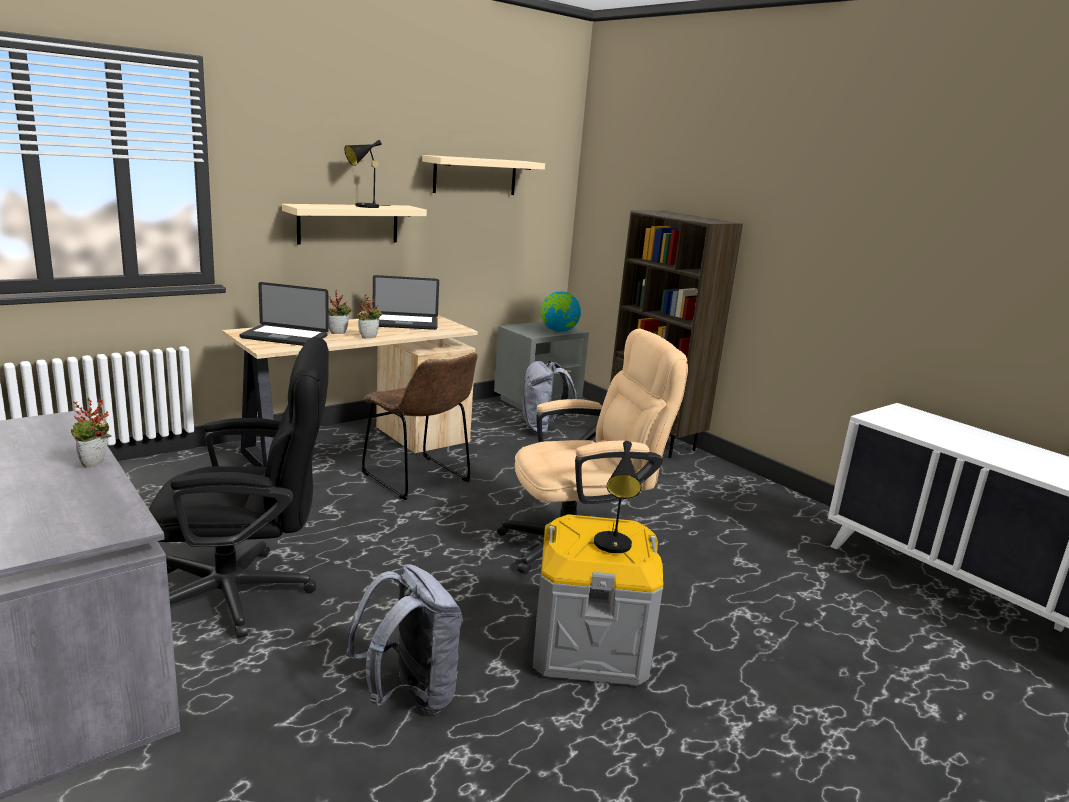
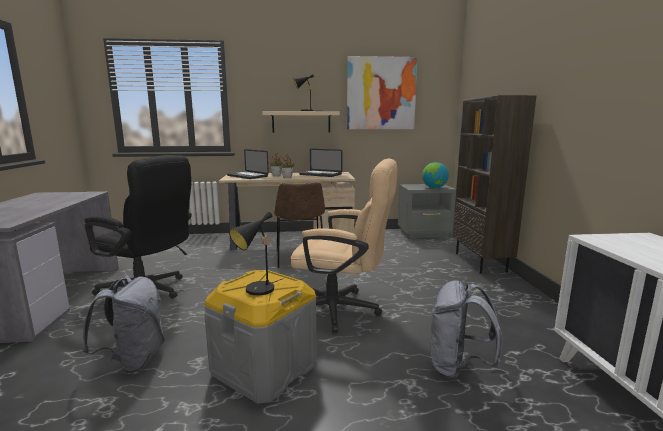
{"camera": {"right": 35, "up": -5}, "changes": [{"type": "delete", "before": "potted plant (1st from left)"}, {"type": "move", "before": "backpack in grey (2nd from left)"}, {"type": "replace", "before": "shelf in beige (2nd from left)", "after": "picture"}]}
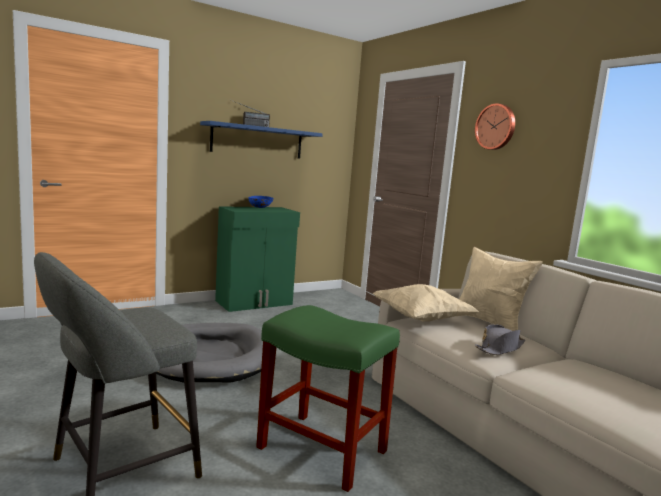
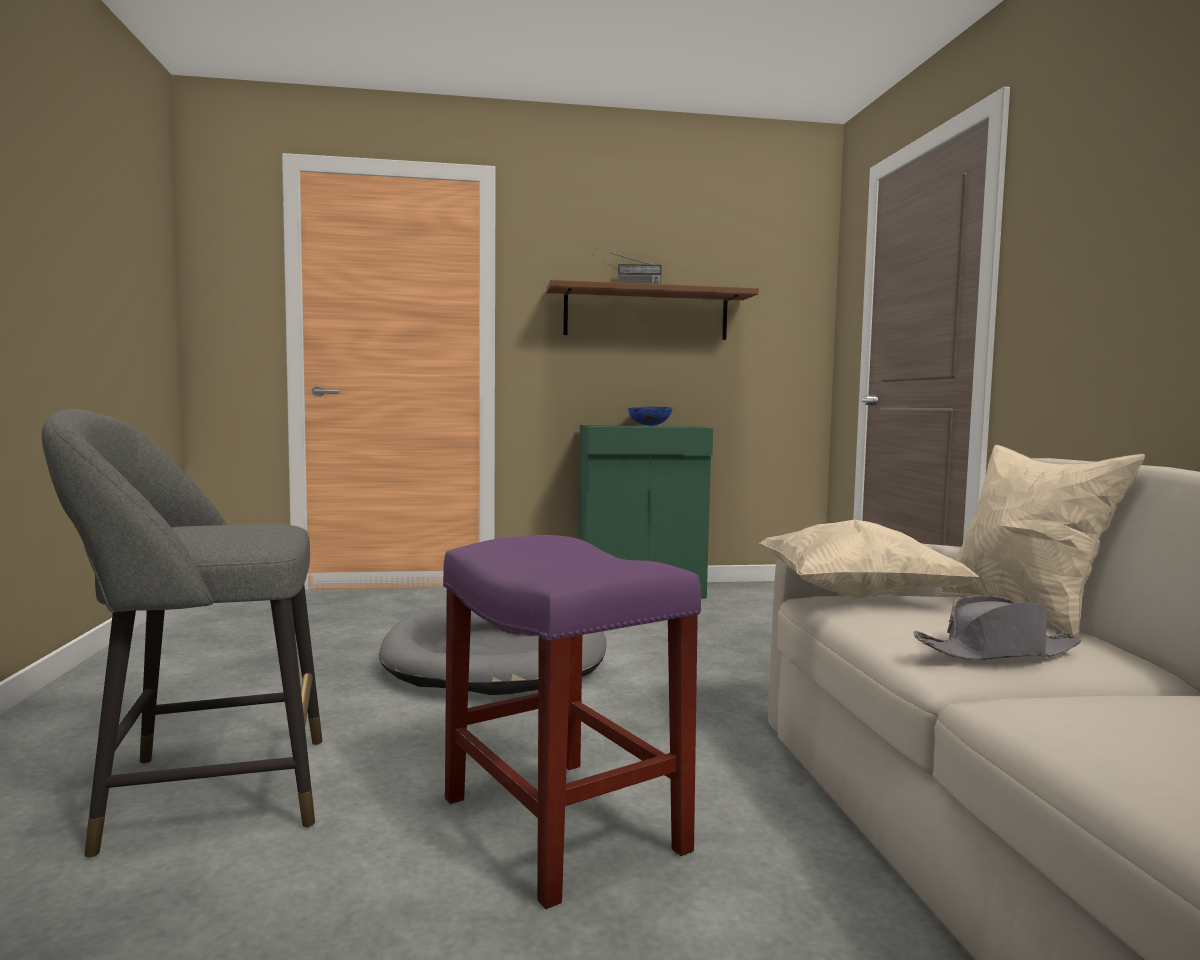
{"camera": {"right": 25, "up": -5}, "changes": [{"type": "delete", "before": "wall clock"}, {"type": "recolor", "before": "shelf in blue", "after": "shelf in brown"}, {"type": "recolor", "before": "stool in green", "after": "stool in purple"}]}
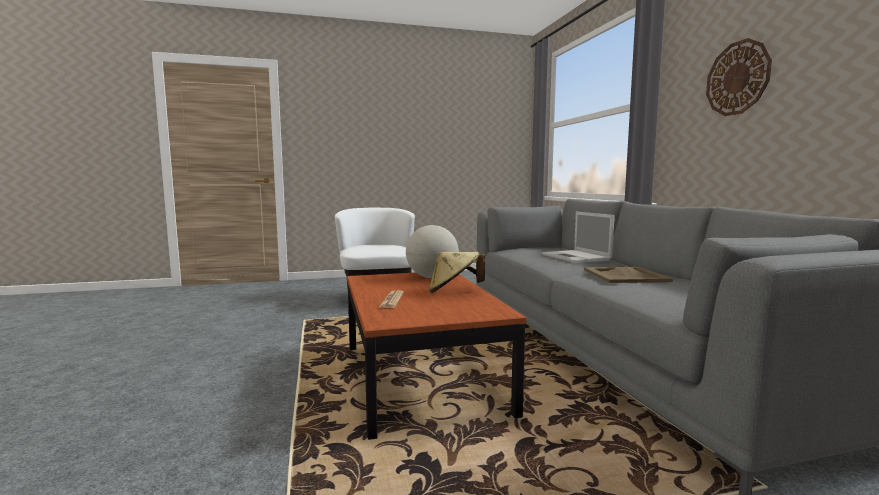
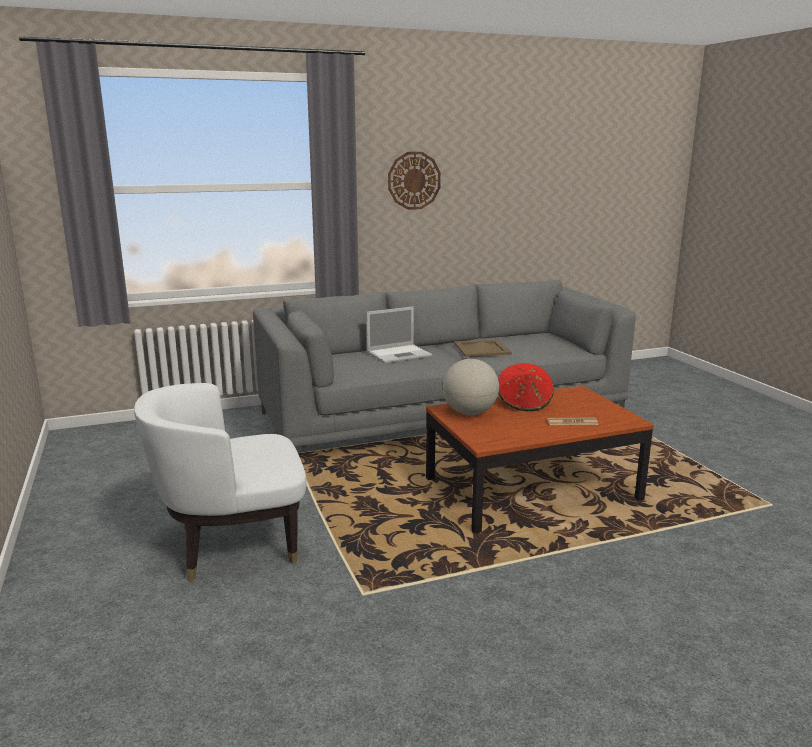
{"camera": {"right": -95, "up": 10}, "changes": [{"type": "recolor", "before": "hat in beige", "after": "hat in red"}]}
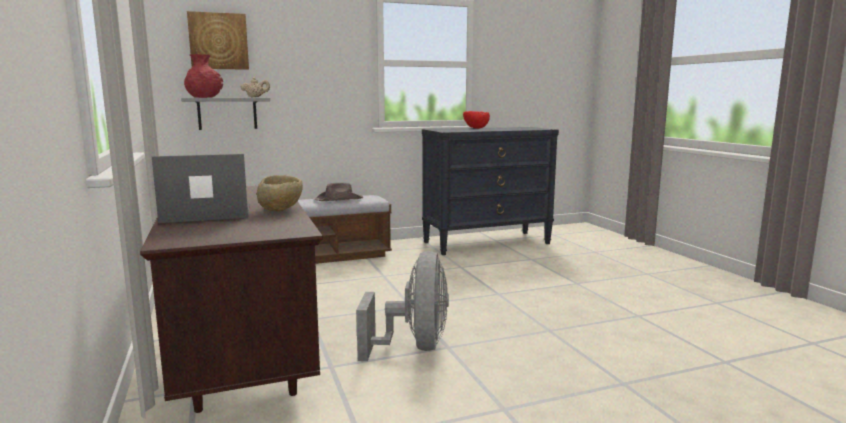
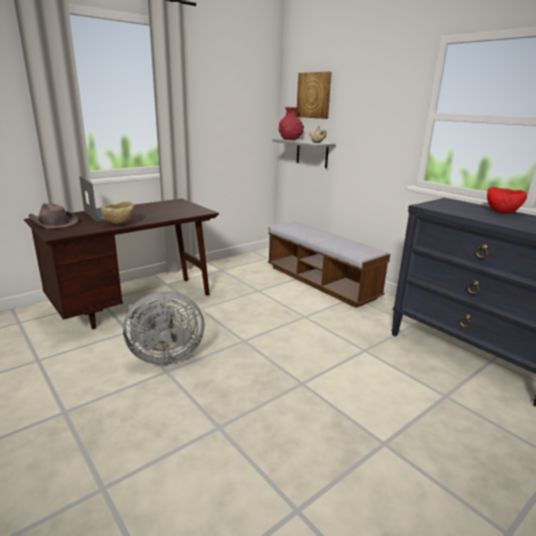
{"camera": {"right": 70, "up": 10}, "changes": [{"type": "move", "before": "hat in brown"}]}
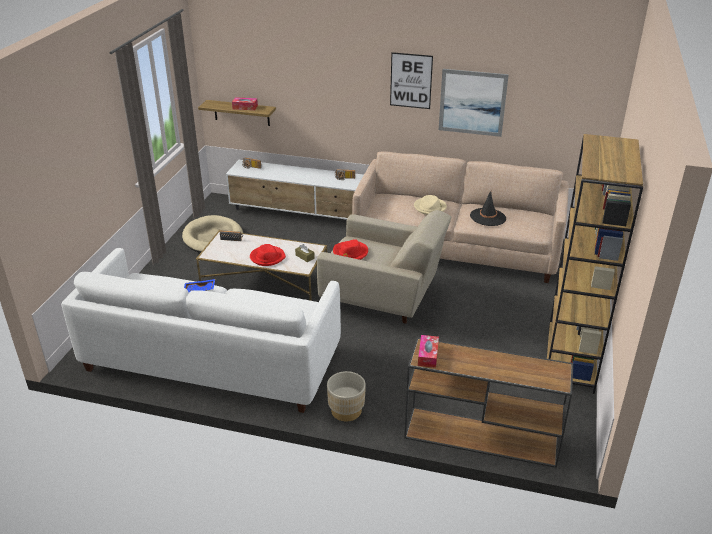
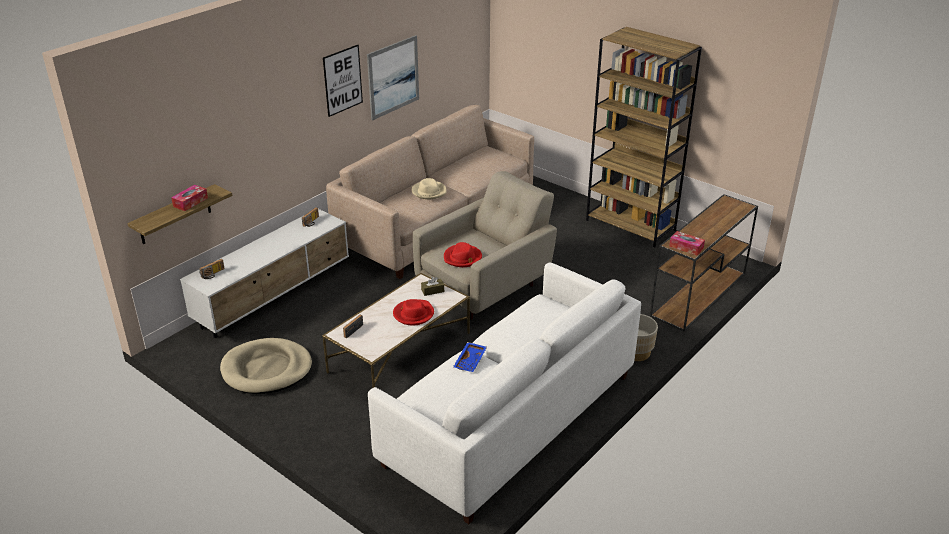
{"camera": {"right": -65, "up": 0}, "changes": [{"type": "delete", "before": "hat in black"}]}
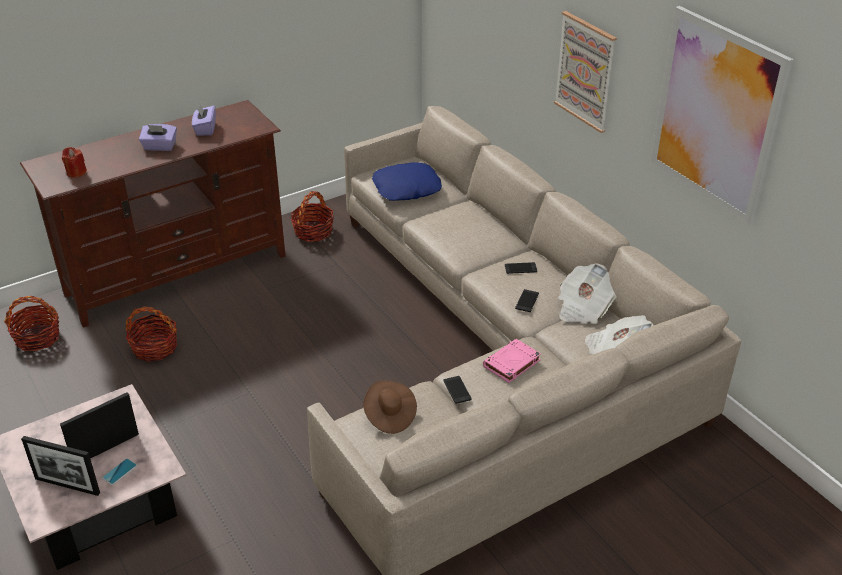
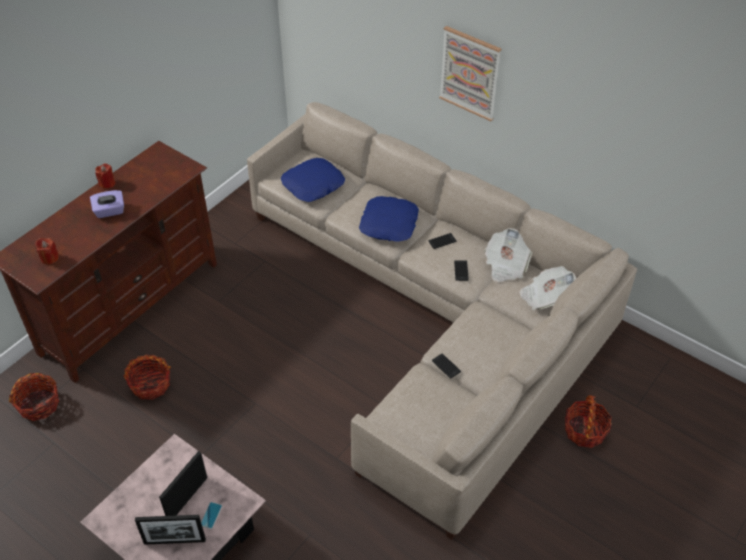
{"camera": {"right": -20, "up": 10}, "changes": [{"type": "delete", "before": "tissue box in purple (2nd from left)"}, {"type": "delete", "before": "hat in brown"}, {"type": "delete", "before": "book in pink"}, {"type": "delete", "before": "picture (2nd from left)"}, {"type": "insert", "after": "candle in red (2nd from left)"}, {"type": "insert", "after": "pillow in blue (2nd from left)"}, {"type": "move", "before": "basket (3rd from left)"}]}
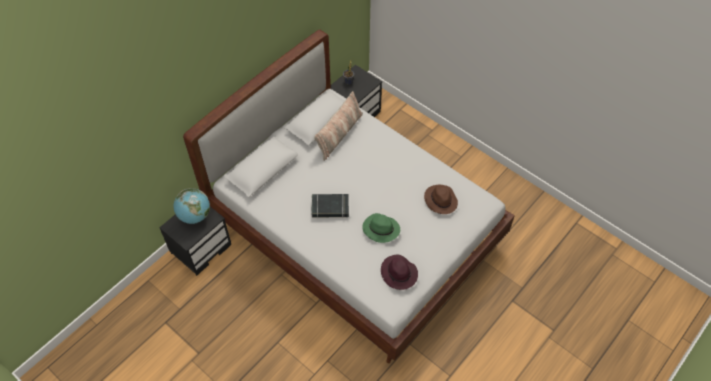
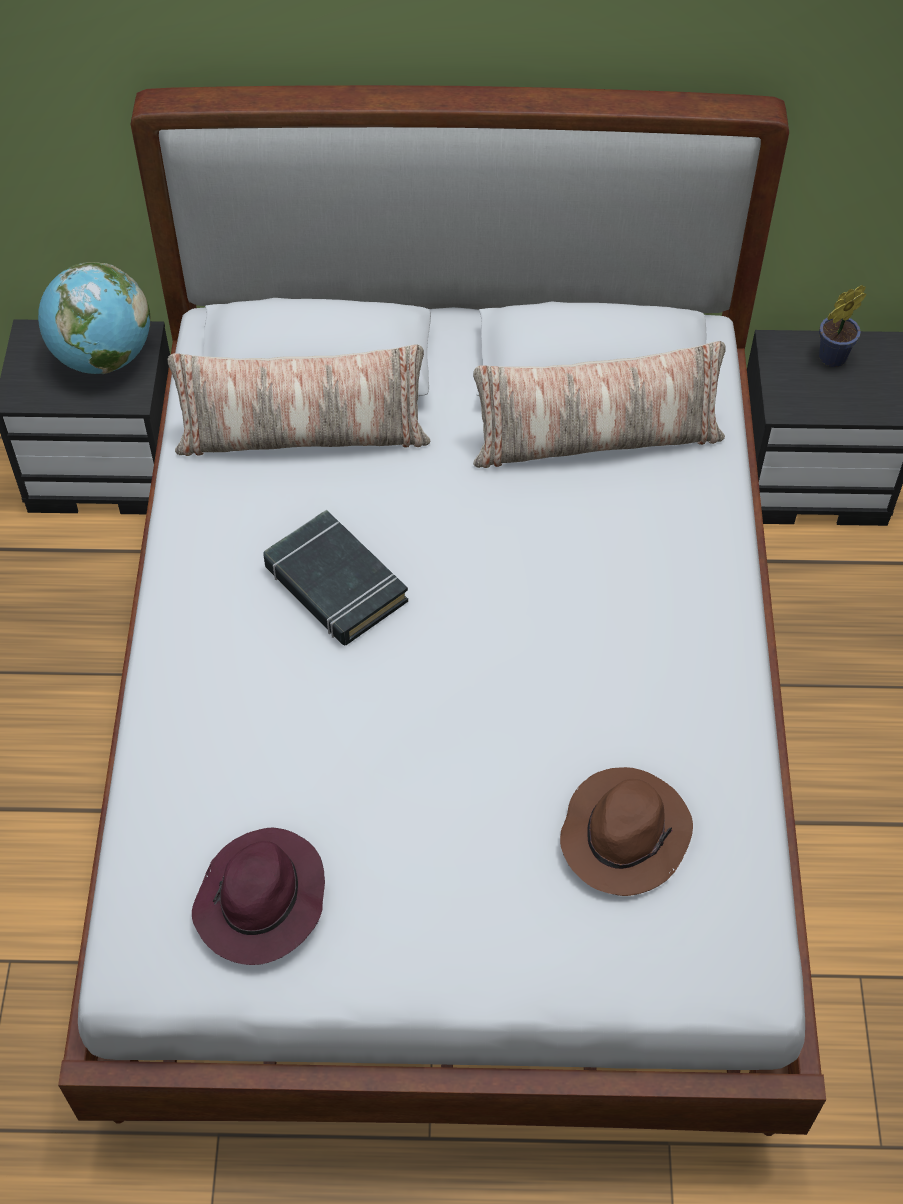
{"camera": {"right": 50, "up": 0}, "changes": [{"type": "delete", "before": "hat in green"}, {"type": "insert", "after": "pillow (1st from left)"}]}
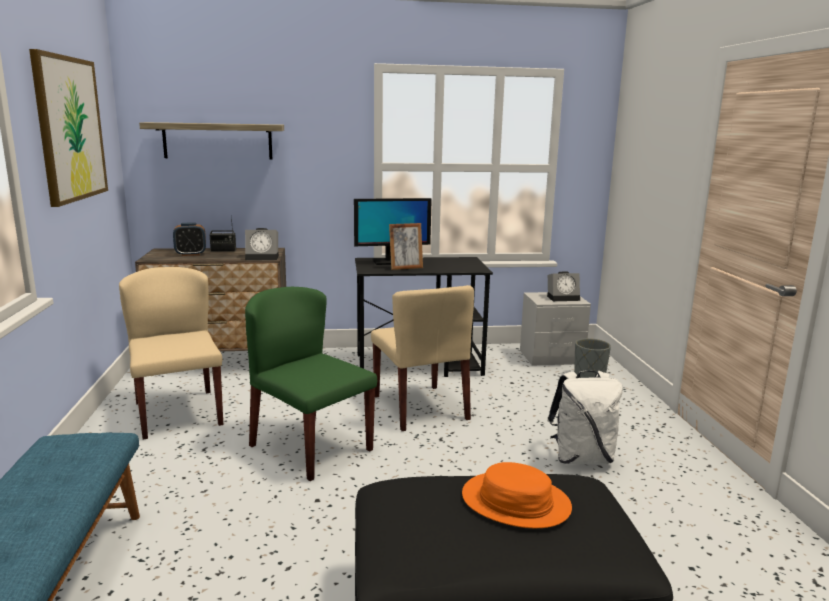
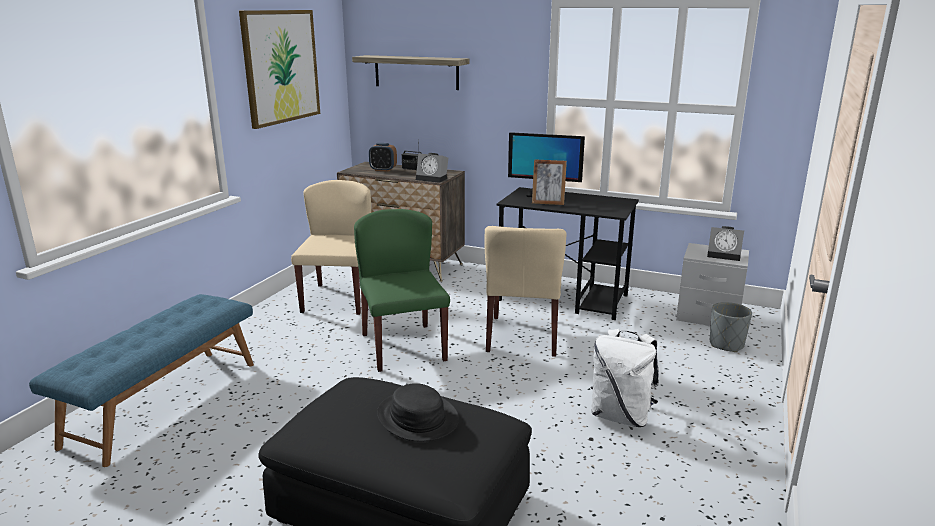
{"camera": {"right": 30, "up": 5}, "changes": [{"type": "recolor", "before": "hat in orange", "after": "hat in black"}]}
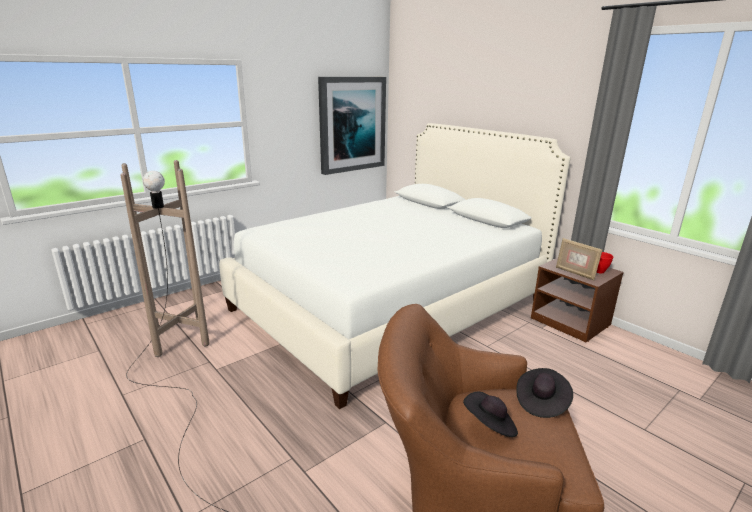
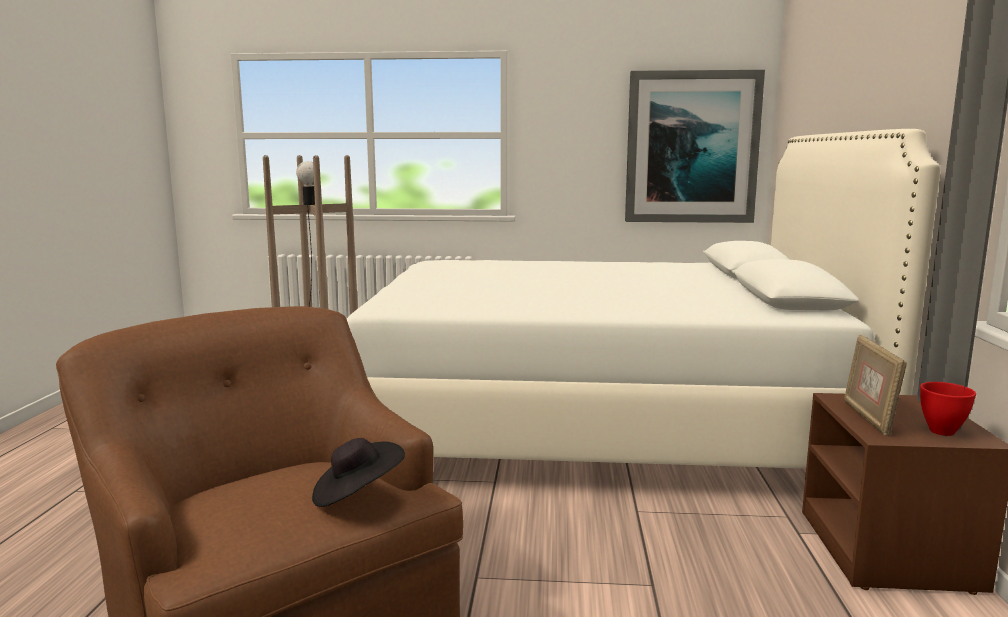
{"camera": {"right": 45, "up": -10}, "changes": [{"type": "delete", "before": "hat in black (1st from left)"}]}
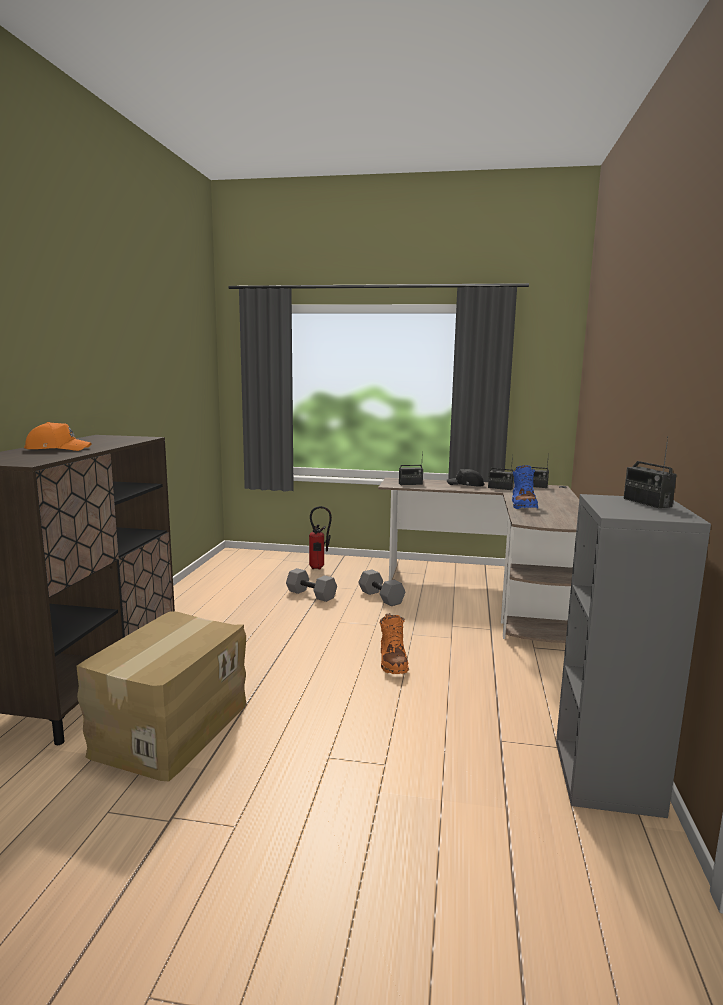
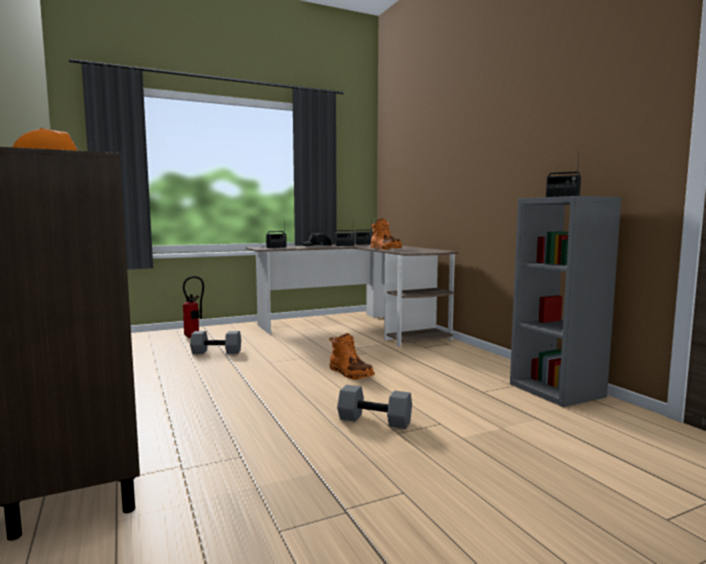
{"camera": {"right": -35, "up": -5}, "changes": [{"type": "delete", "before": "cardboard box"}, {"type": "move", "before": "dumbbell in grey (2nd from left)"}, {"type": "recolor", "before": "boot in blue", "after": "boot in orange (2nd from left)"}]}
